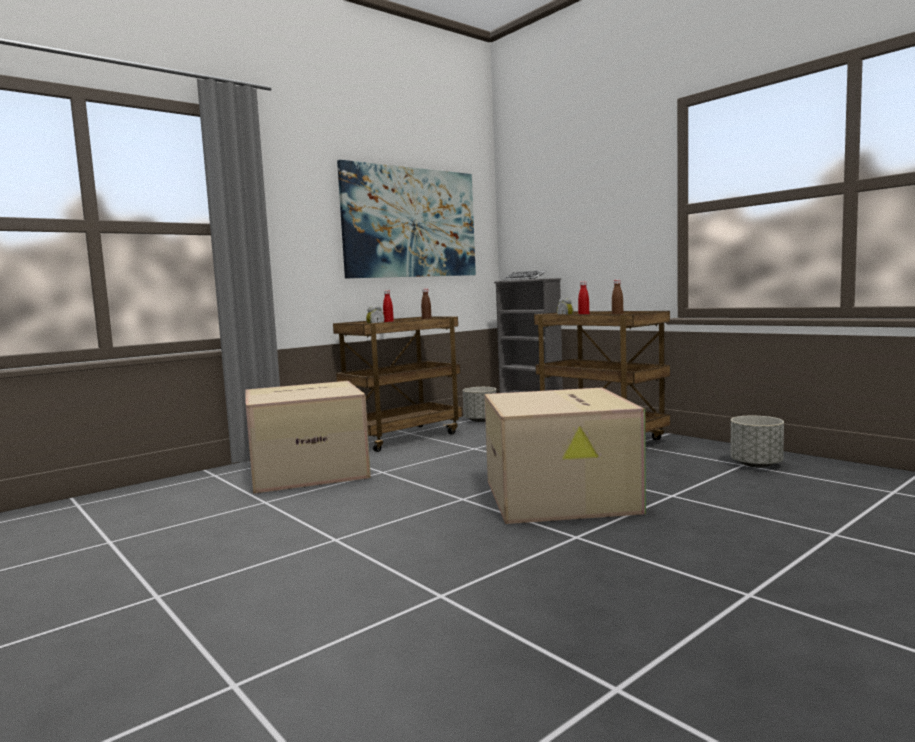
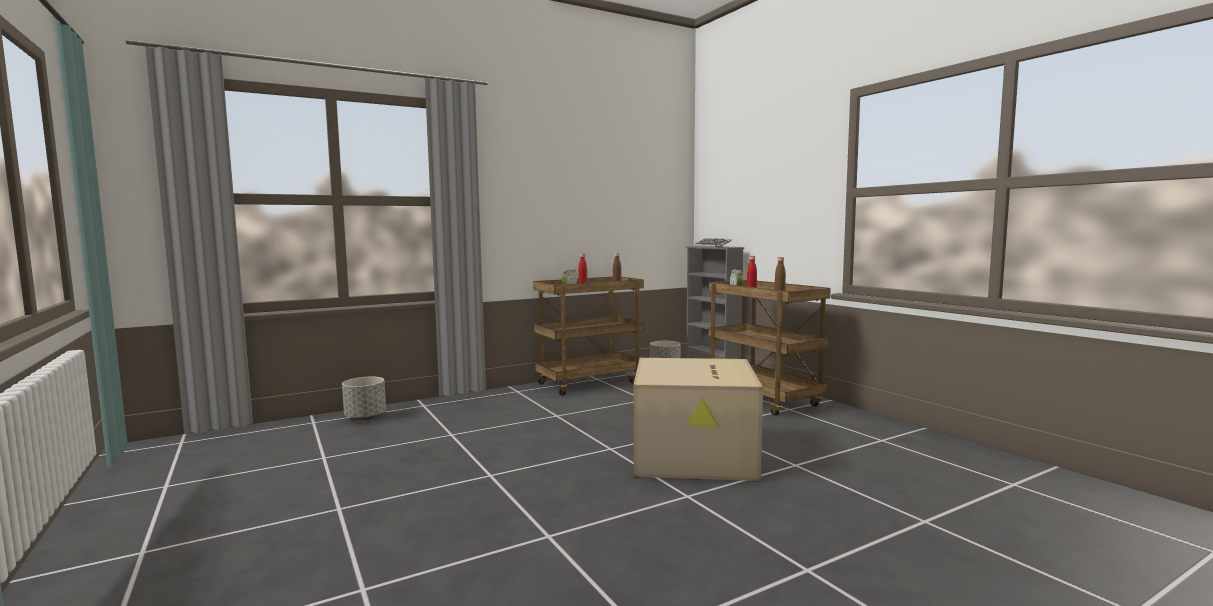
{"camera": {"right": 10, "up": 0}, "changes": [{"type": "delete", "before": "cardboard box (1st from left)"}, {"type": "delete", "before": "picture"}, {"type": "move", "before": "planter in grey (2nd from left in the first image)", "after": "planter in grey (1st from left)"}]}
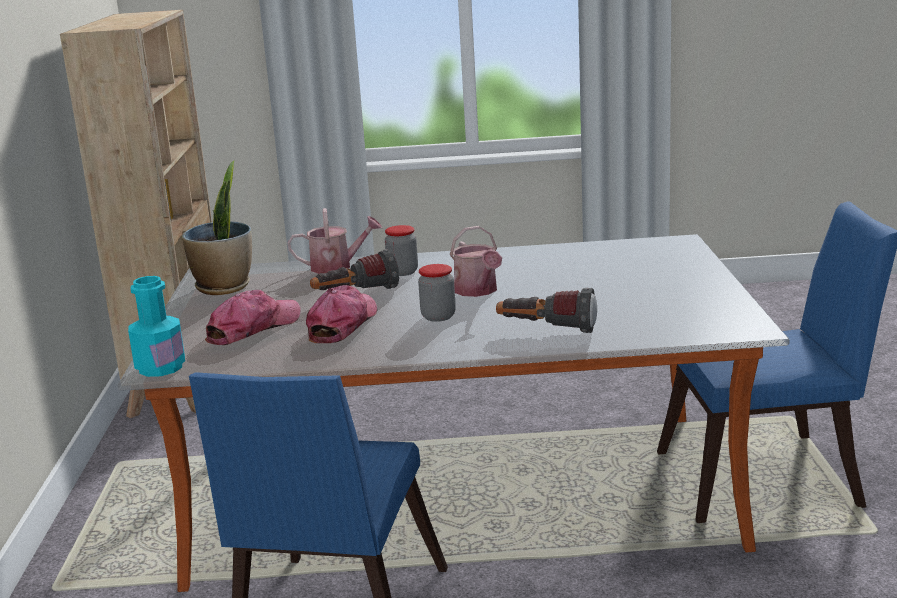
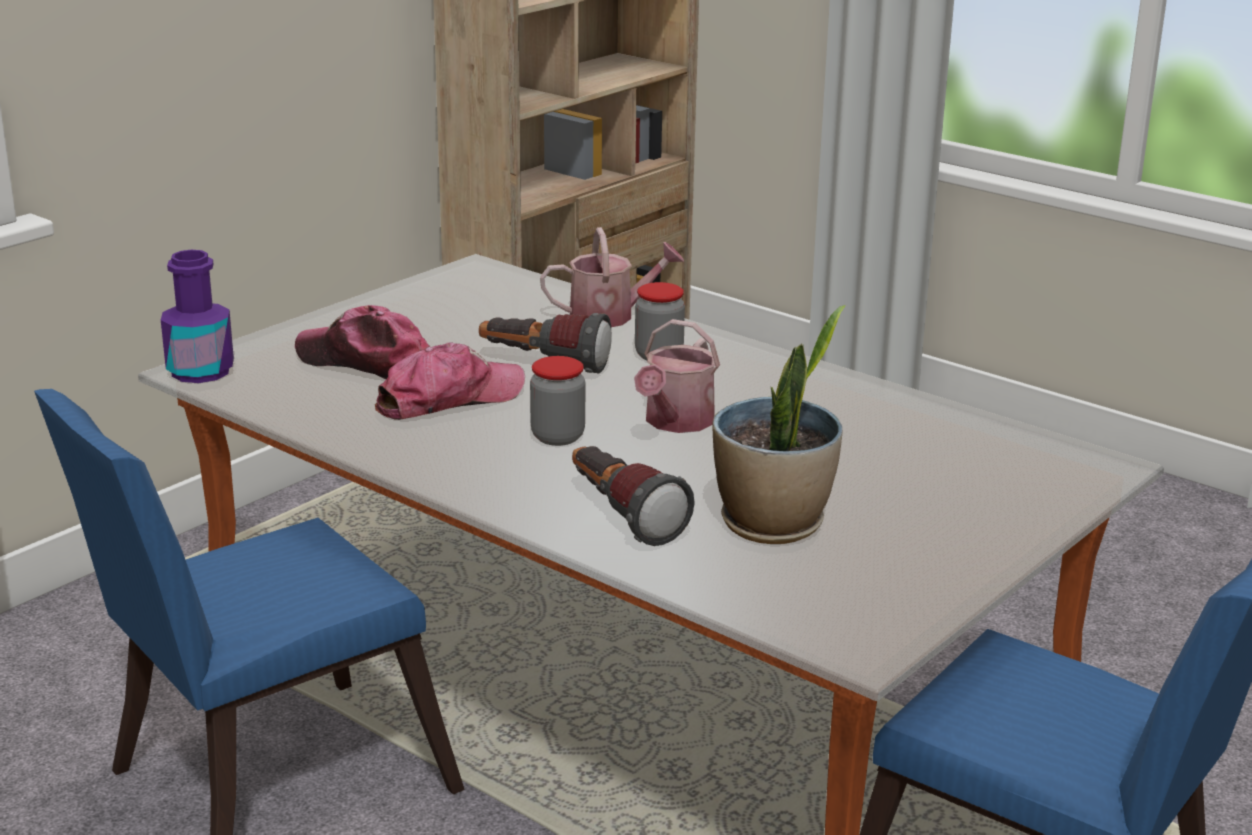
{"camera": {"right": 40, "up": 5}, "changes": [{"type": "move", "before": "potted plant"}, {"type": "recolor", "before": "bottle in turquoise", "after": "bottle in purple"}, {"type": "rotate", "before": "cap (1st from left)", "turn": -150}, {"type": "rotate", "before": "watering can (1st from left)", "turn": -45}]}
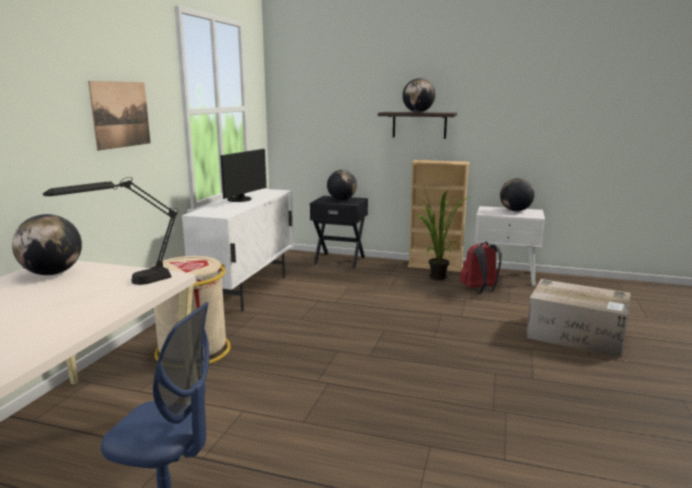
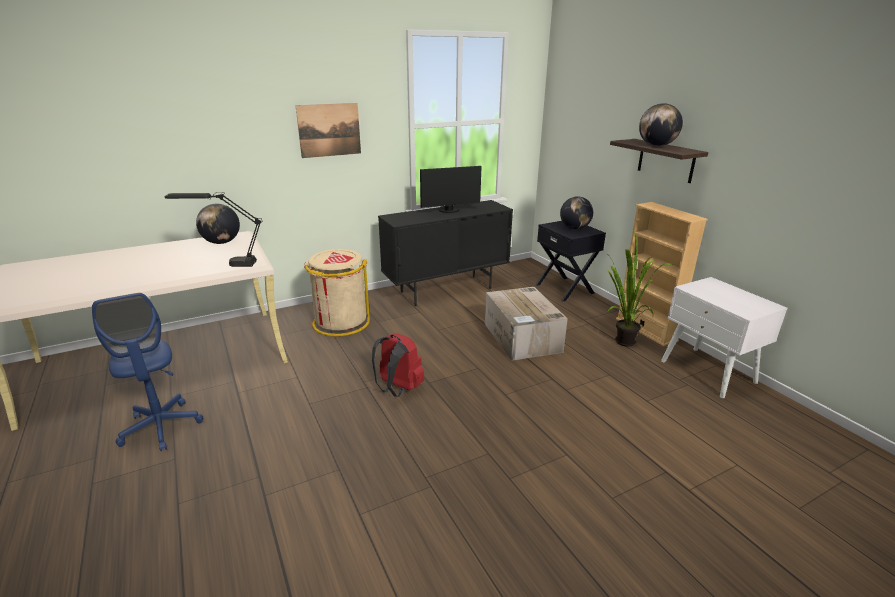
{"camera": {"right": 45, "up": 10}, "changes": [{"type": "delete", "before": "globe (4th from left)"}, {"type": "move", "before": "backpack in red"}, {"type": "move", "before": "cardboard box"}, {"type": "recolor", "before": "cabinet in white", "after": "cabinet in black"}]}
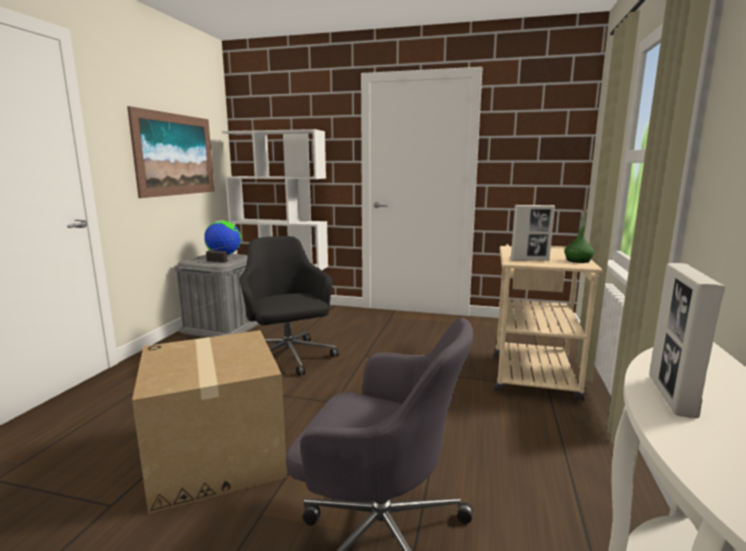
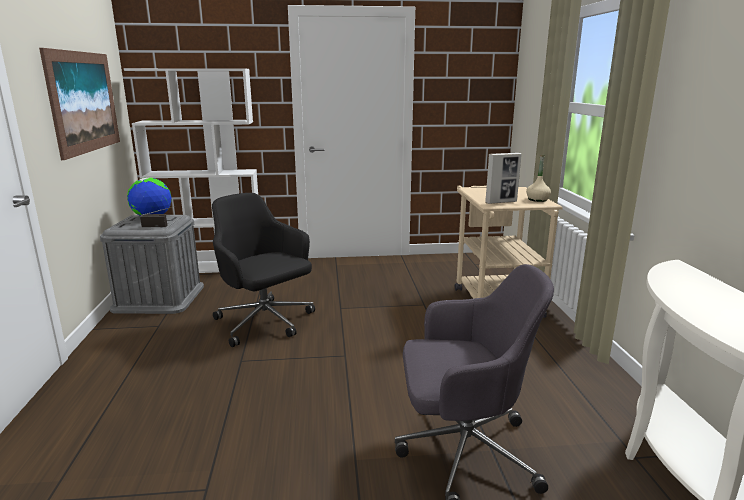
{"camera": {"right": -20, "up": 5}, "changes": [{"type": "delete", "before": "cardboard box"}, {"type": "delete", "before": "picture frame (2nd from left)"}, {"type": "recolor", "before": "bottle in green", "after": "bottle in beige"}]}
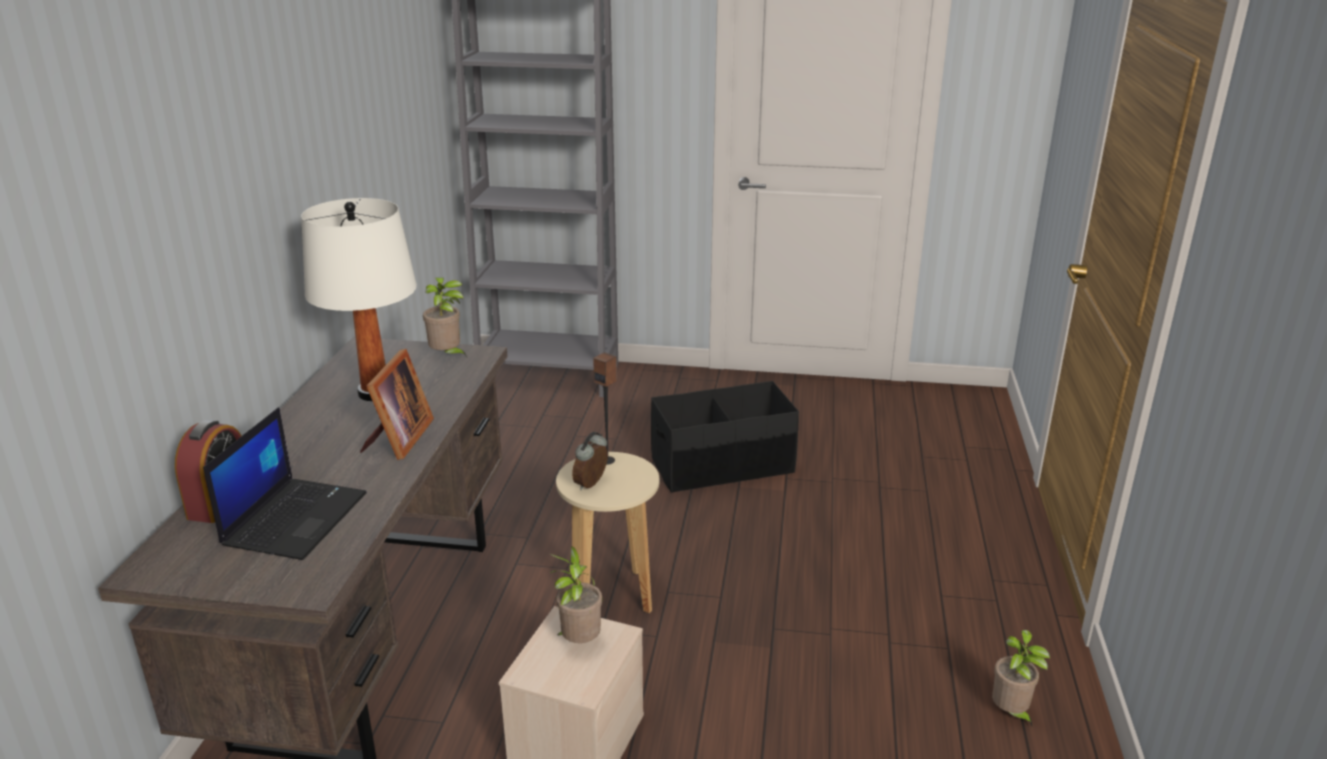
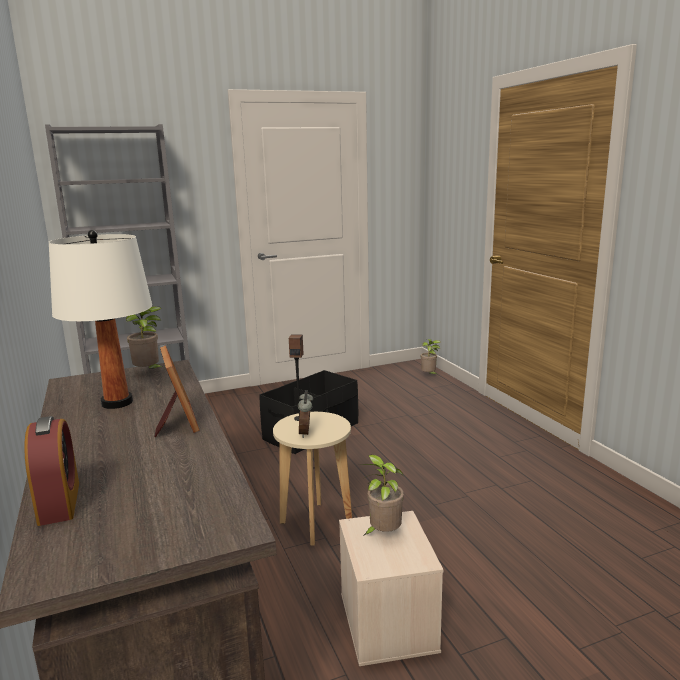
{"camera": {"right": -30, "up": -10}, "changes": [{"type": "delete", "before": "laptop"}, {"type": "move", "before": "potted plant (3rd from left)"}]}
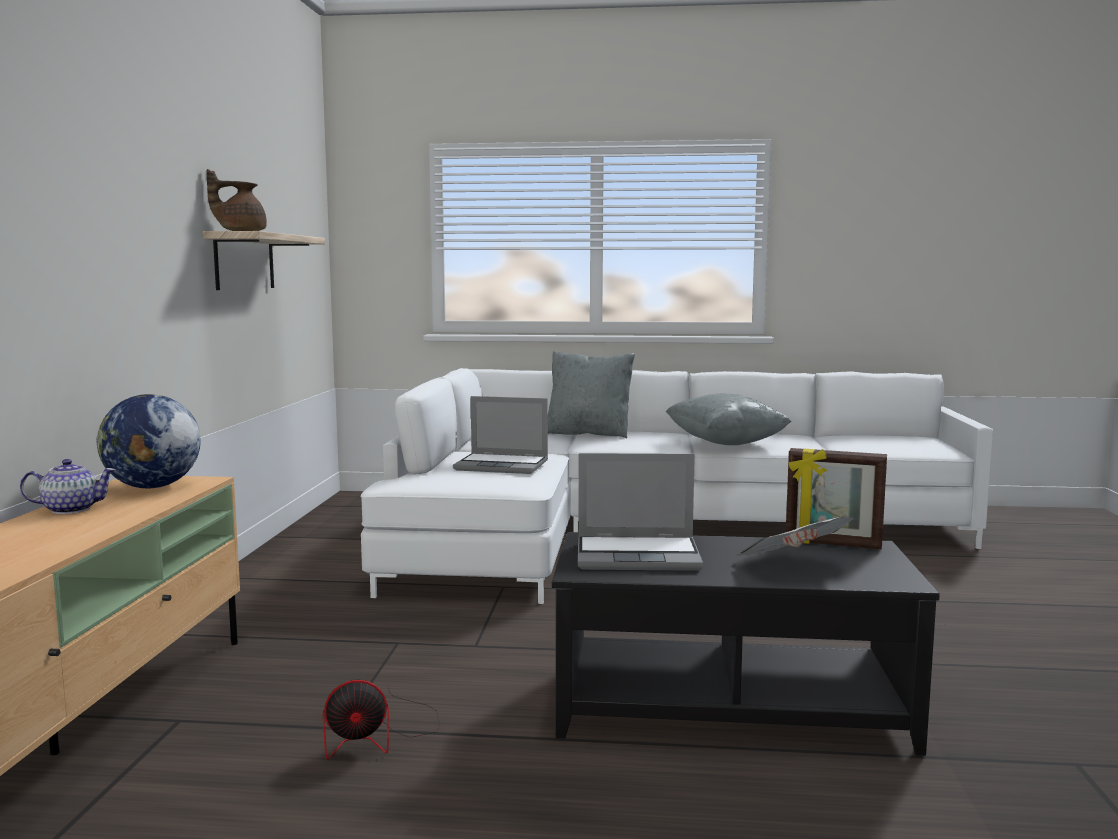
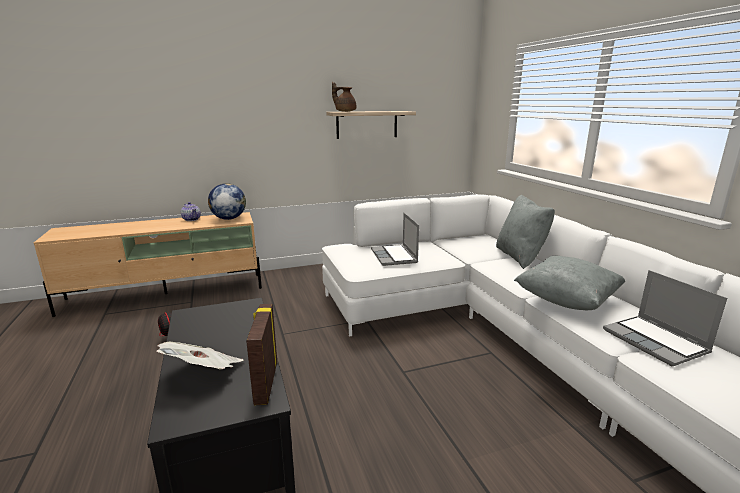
{"camera": {"right": 65, "up": 10}, "changes": [{"type": "move", "before": "laptop (2nd from left)"}]}
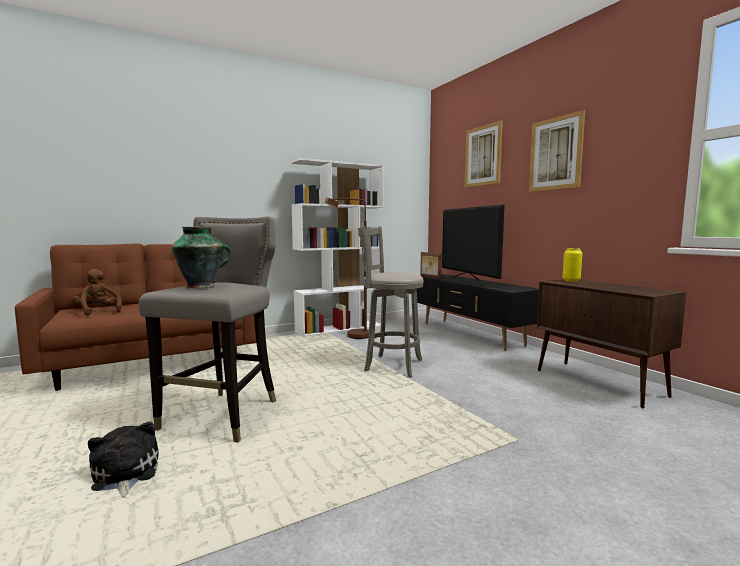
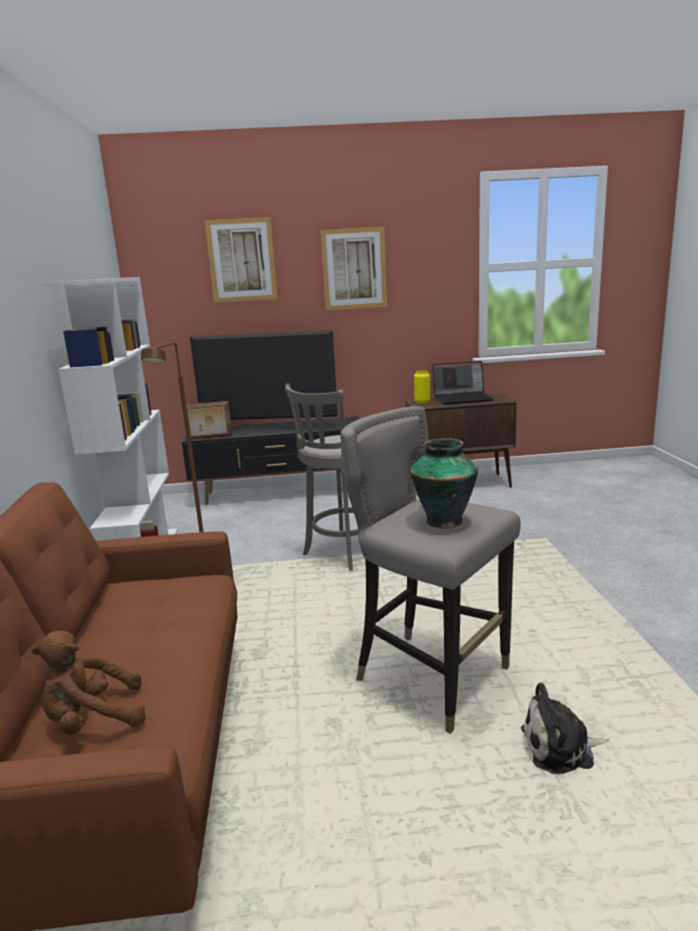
{"camera": {"right": -65, "up": 10}, "changes": [{"type": "insert", "after": "laptop"}]}
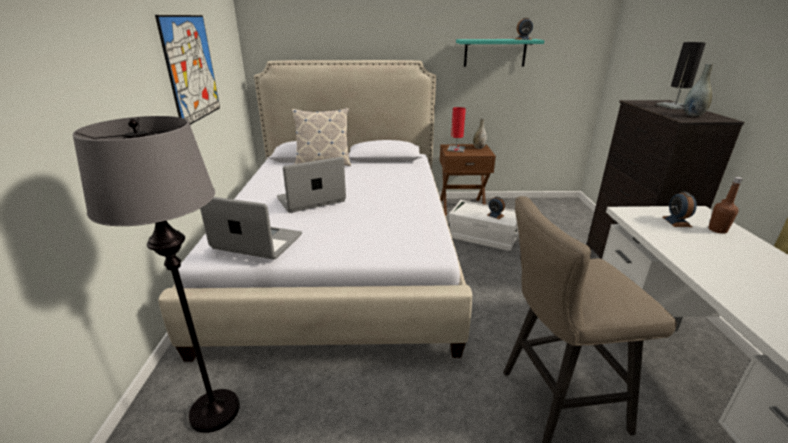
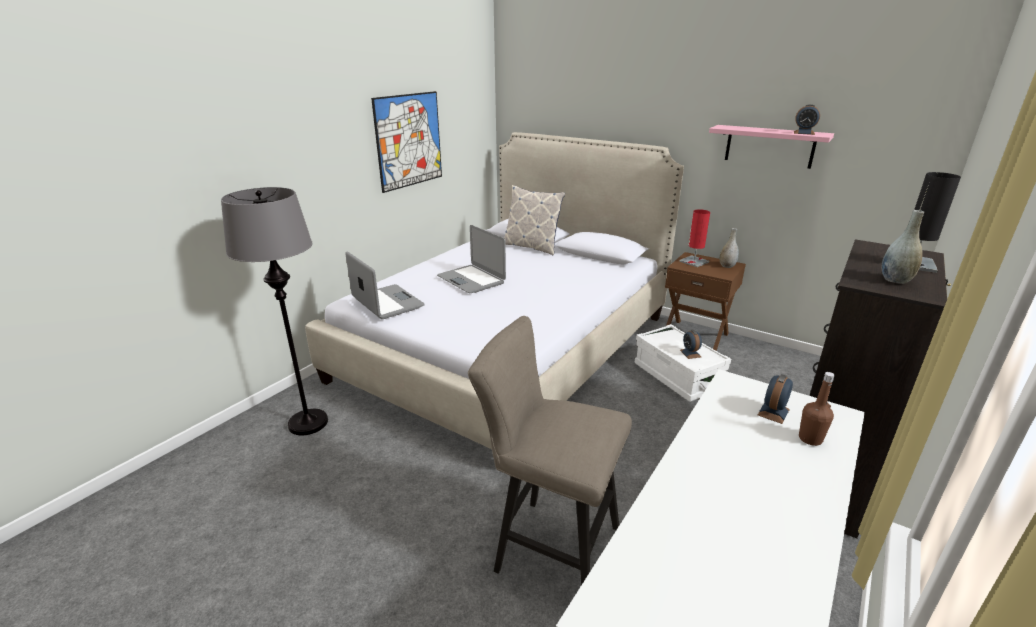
{"camera": {"right": 35, "up": 0}, "changes": [{"type": "recolor", "before": "shelf in turquoise", "after": "shelf in pink"}, {"type": "rotate", "before": "laptop (2nd from left)", "turn": -135}]}
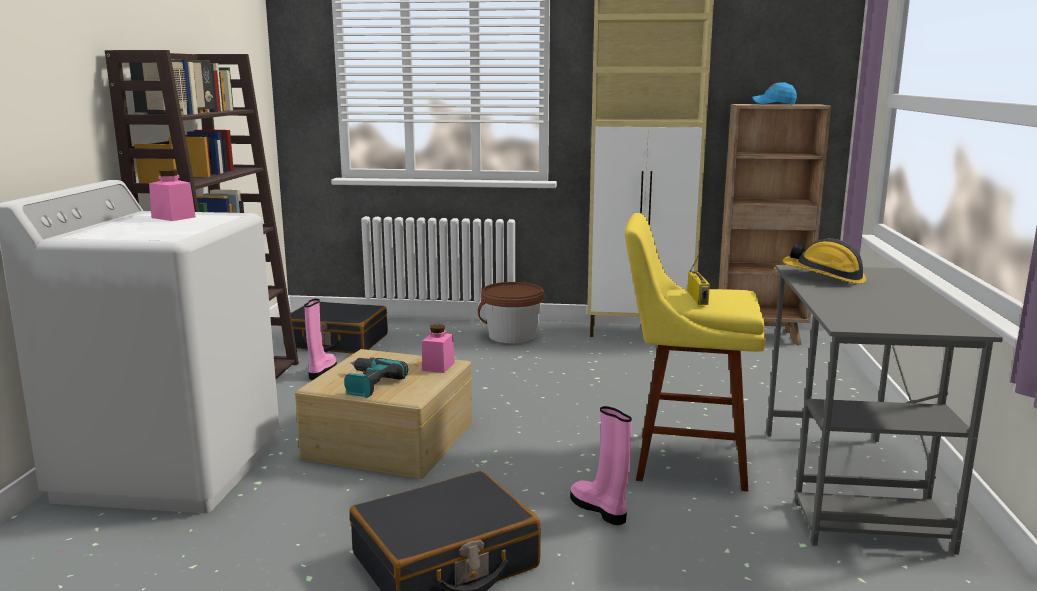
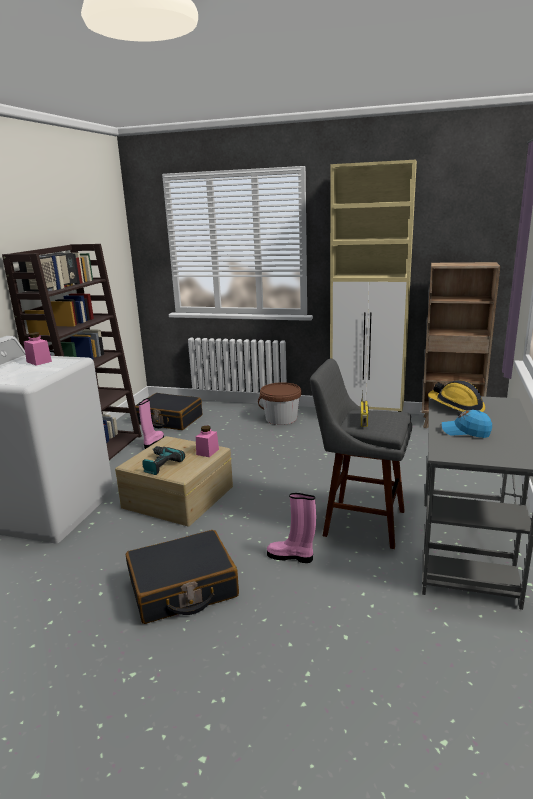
{"camera": {"right": 10, "up": 5}, "changes": [{"type": "move", "before": "cap in blue"}, {"type": "recolor", "before": "stool in yellow", "after": "stool in grey"}, {"type": "rotate", "before": "boot in pink (2nd from left)", "turn": -45}]}
